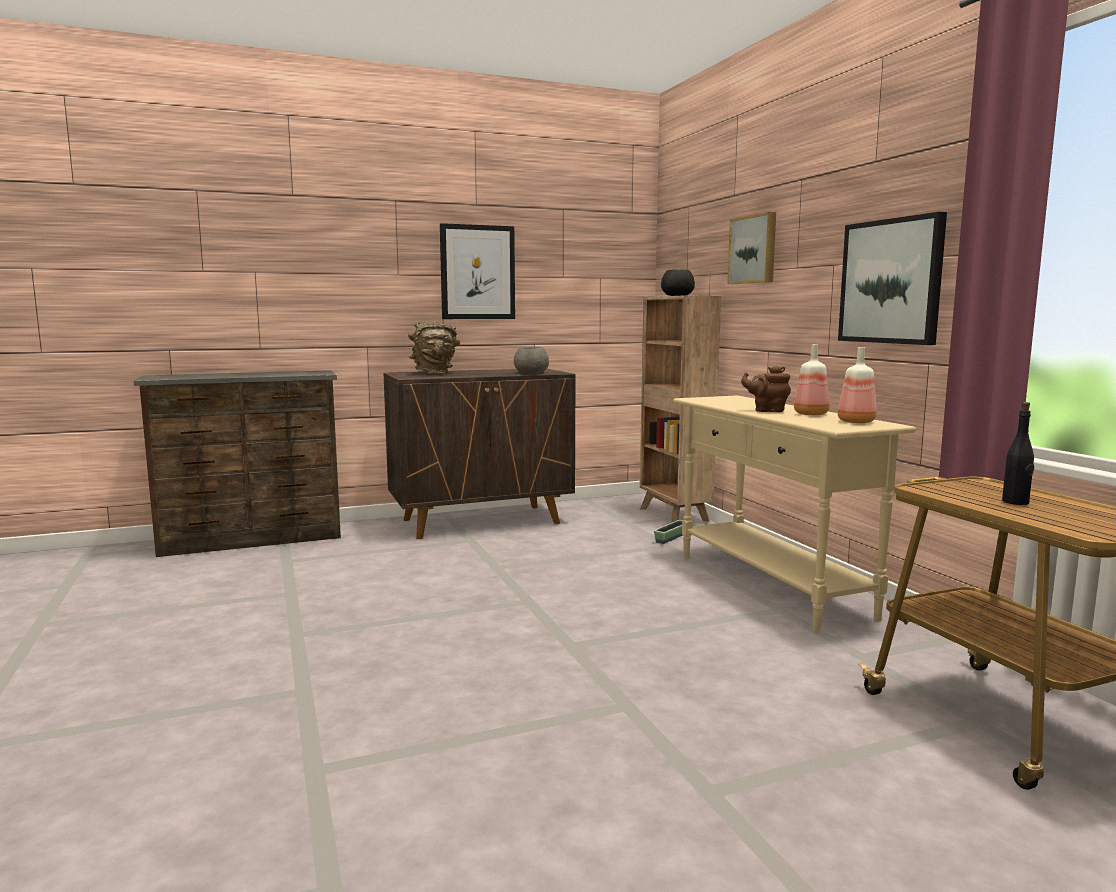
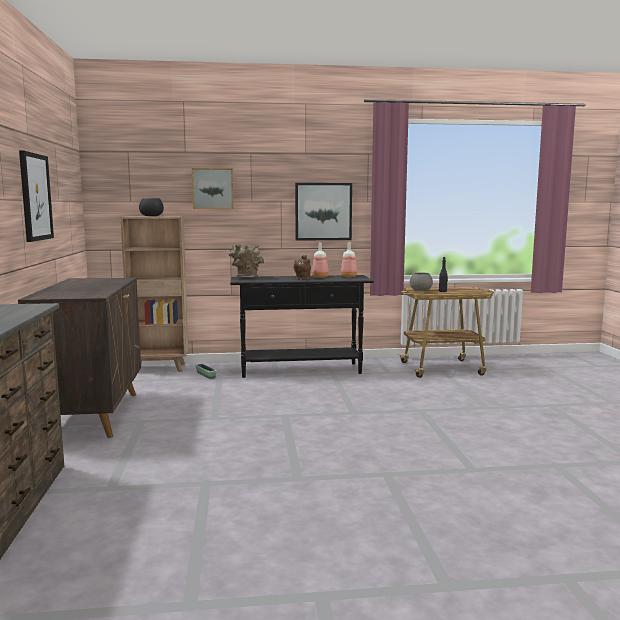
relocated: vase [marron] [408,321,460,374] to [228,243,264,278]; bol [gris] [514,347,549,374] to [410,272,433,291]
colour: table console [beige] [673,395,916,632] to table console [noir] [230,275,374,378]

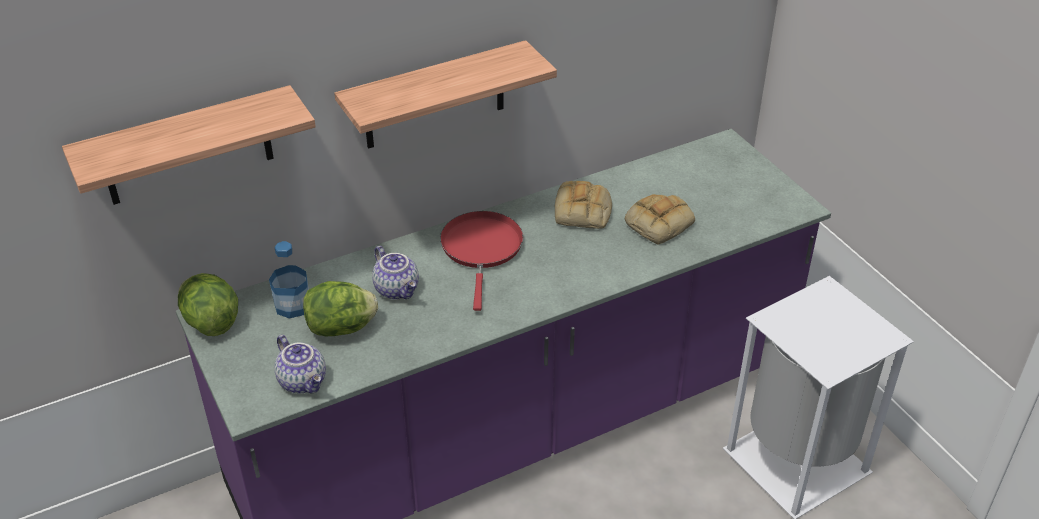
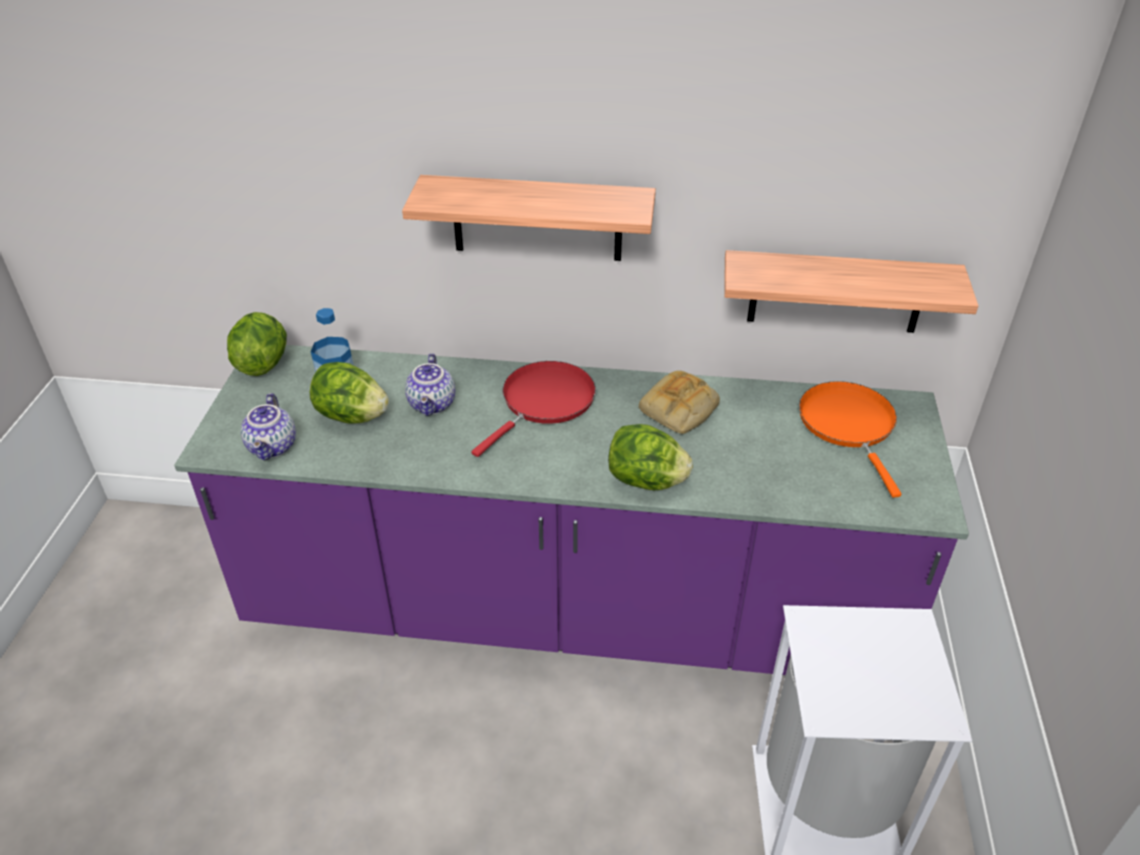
missing: pain [625,194,695,245]
appeared: laitue [608,424,693,490]; poêle [orange] [799,381,901,498]
relocated: étagère [62,85,316,205] to [724,250,978,333]

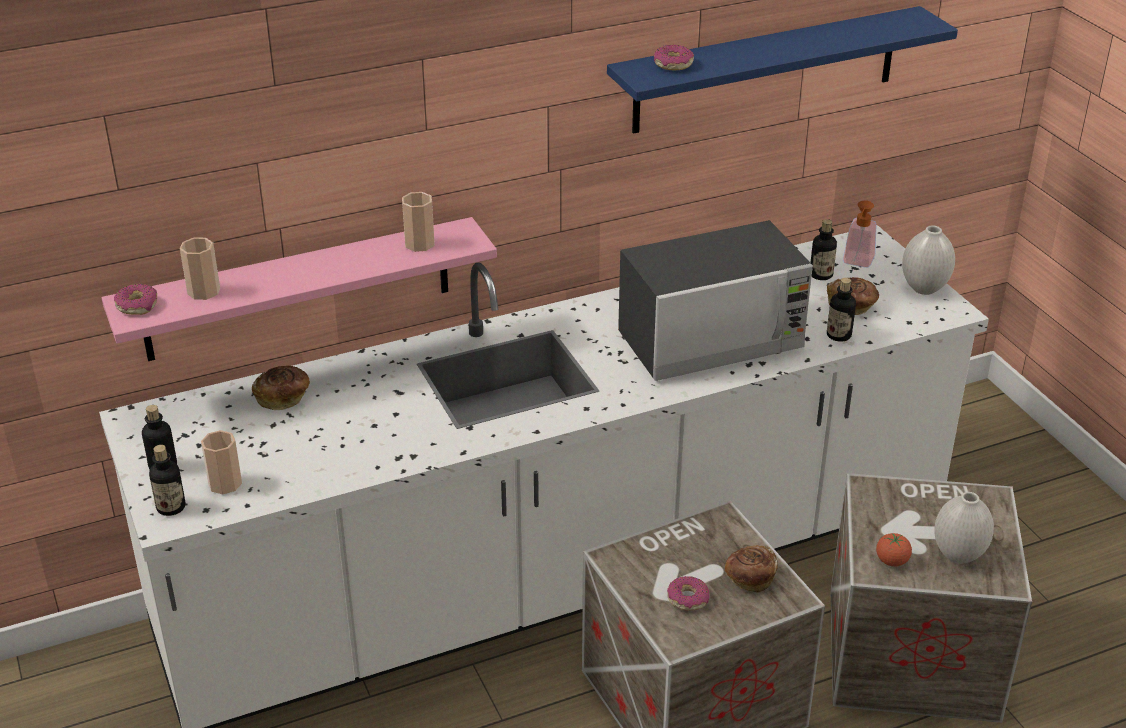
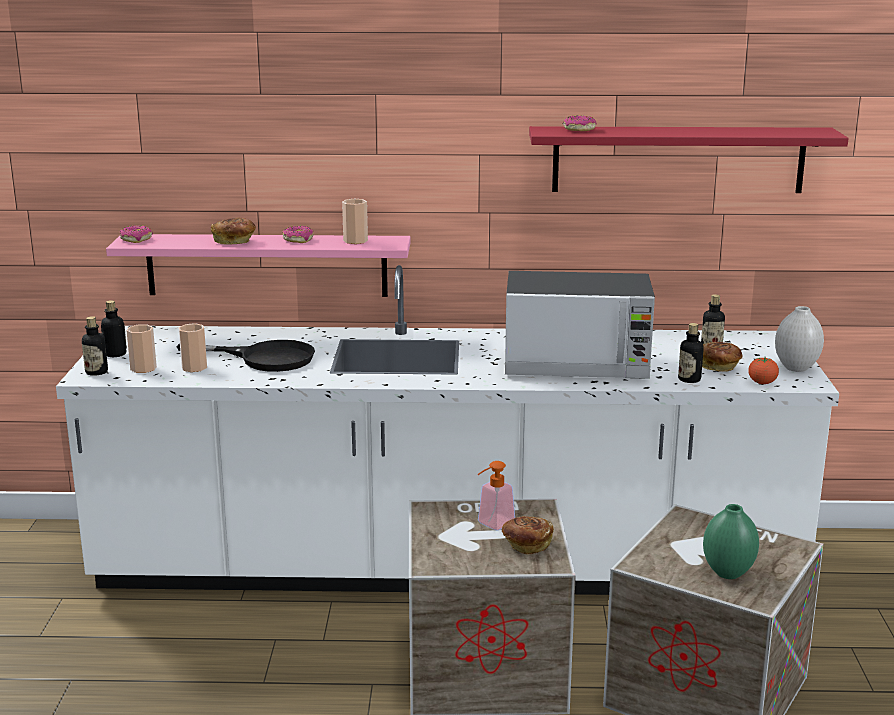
appeared: poêle [noir] [176,340,315,372]
relocated: tasse [180,237,220,300] to [178,323,207,372]; pain [252,366,310,410] to [211,218,256,245]; beignet [667,576,710,611] to [282,226,314,243]; distributeur de savon [843,200,876,268] to [477,461,515,530]; tomate [876,533,912,567] to [748,357,779,384]
colour: étagère [bleu] [607,6,958,134] to étagère [rouge] [529,126,848,193]; vase [blanc] [934,492,994,564] to vase [vert] [703,504,759,579]

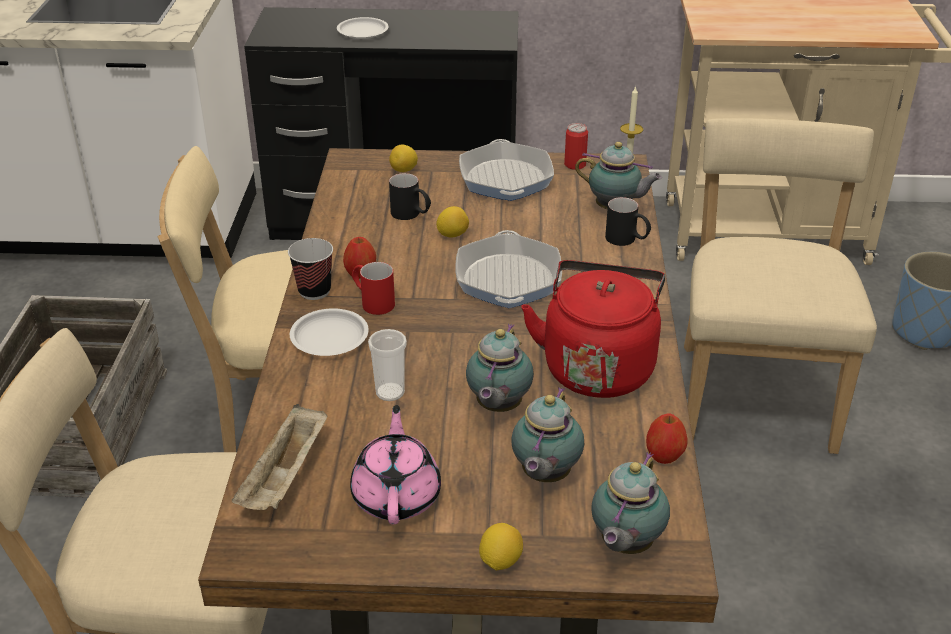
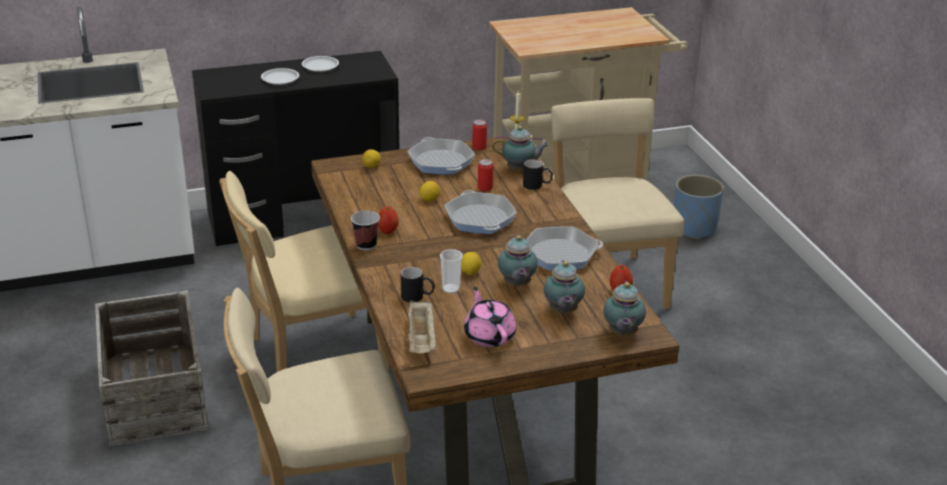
missing: mug [rouge] [352,262,395,315]
appeared: boîte métallique [478,159,494,191]
relocated: assiette [blanc] [290,308,369,356] to [302,56,339,72]; mug [noir] [389,173,431,220] to [401,267,435,302]; citron [479,523,523,570] to [461,252,482,275]
exchanged: bouilloire [rouge] [521,260,665,398] to poêle [526,226,603,271]

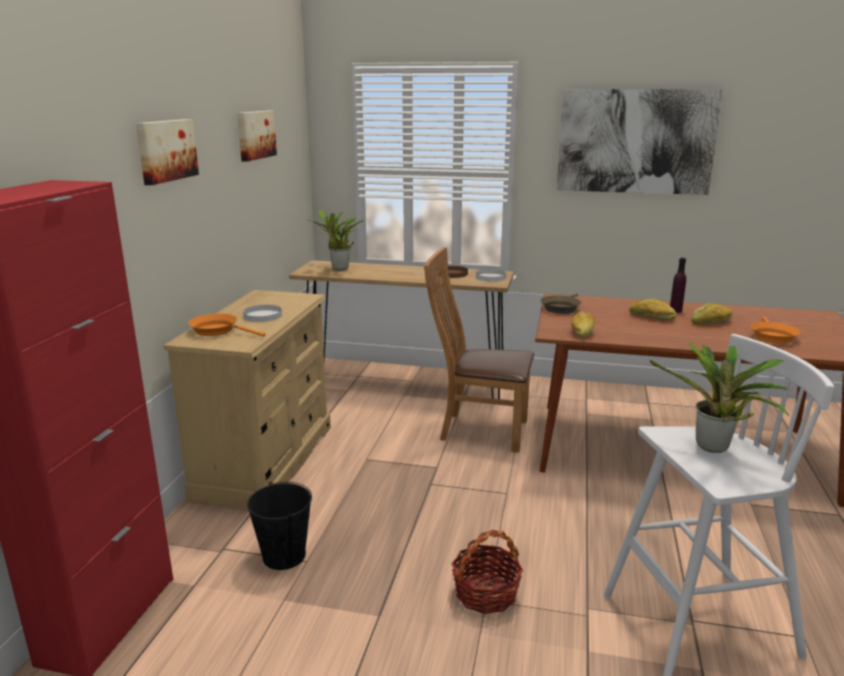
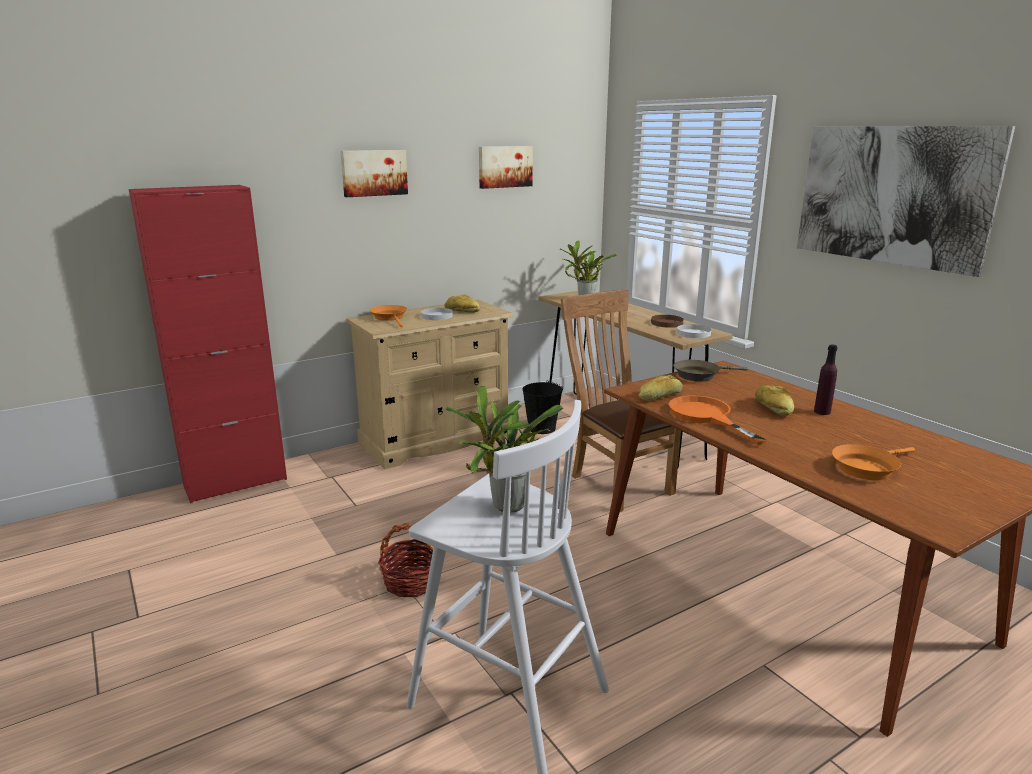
appeared: poêle [orange] [669,396,767,445]
relocated: seau [noir] [247,482,312,570] to [522,380,563,434]; pain [691,303,733,325] to [444,295,480,313]

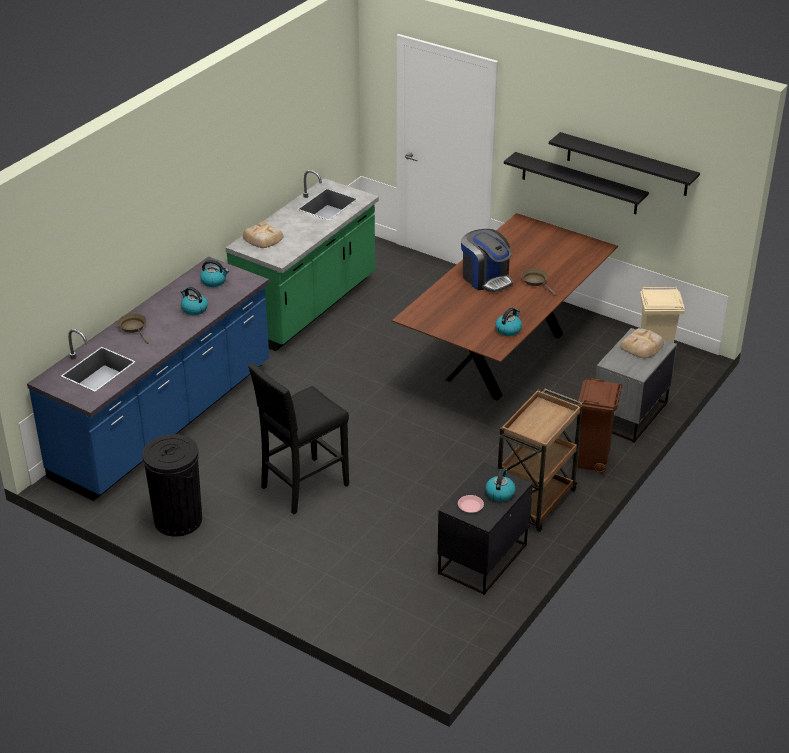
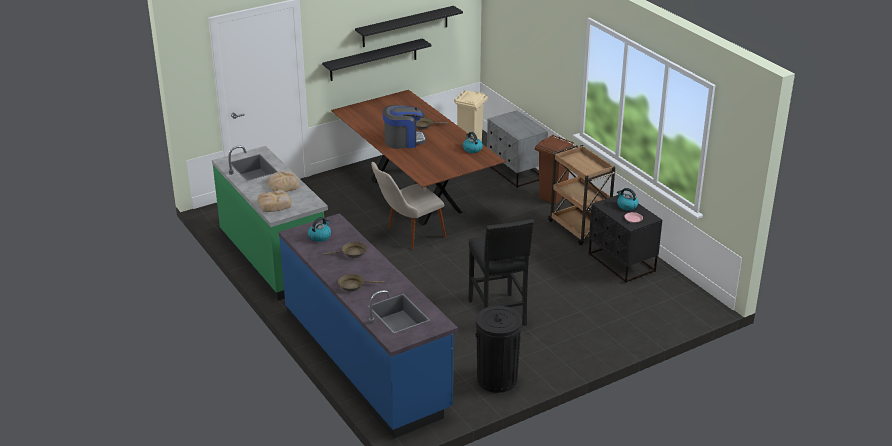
appeared: chaise [beige] [371,162,446,249]
relocated: pain [620,328,664,359] to [268,171,300,192]
exchanged: bouilloire [181,287,208,315] to poêle [marron] [323,242,367,258]

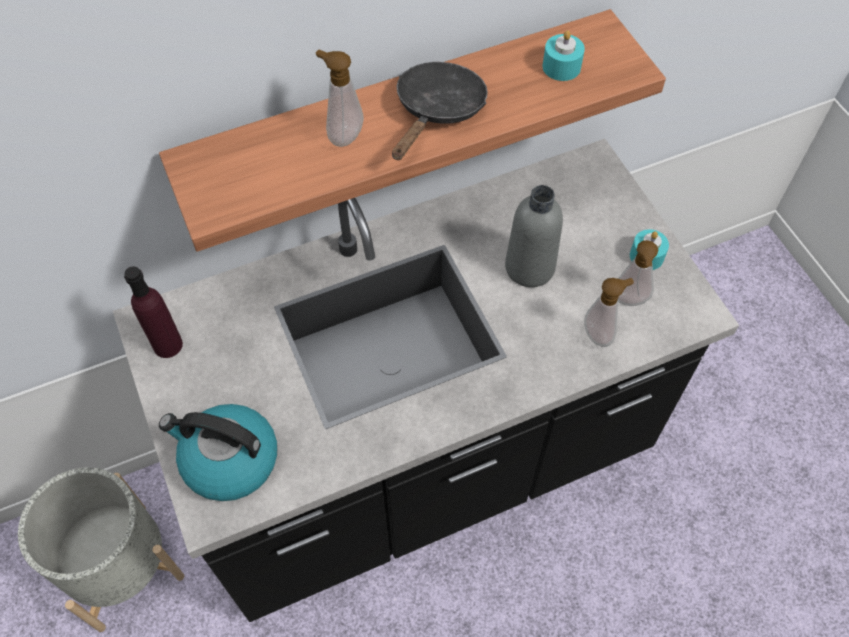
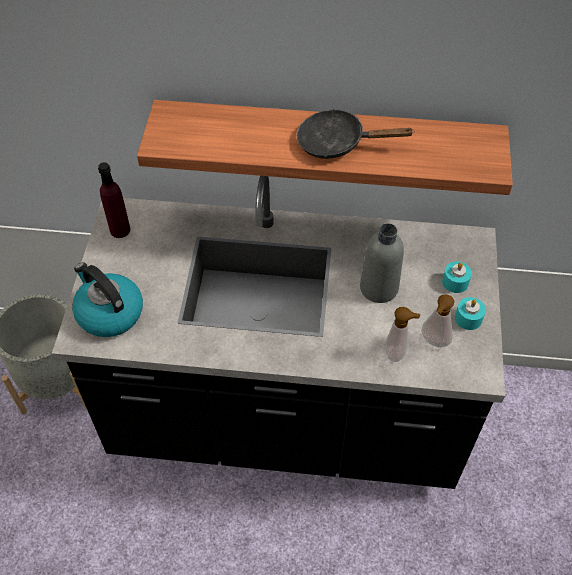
missing: distributeur de savon [316,49,364,147]
relocated: bougie [turquoise] [542,30,585,81] to [442,261,472,293]
spun: poêle [noir] [392,62,488,160] = [296,109,415,159] 135 degrees counterclockwise

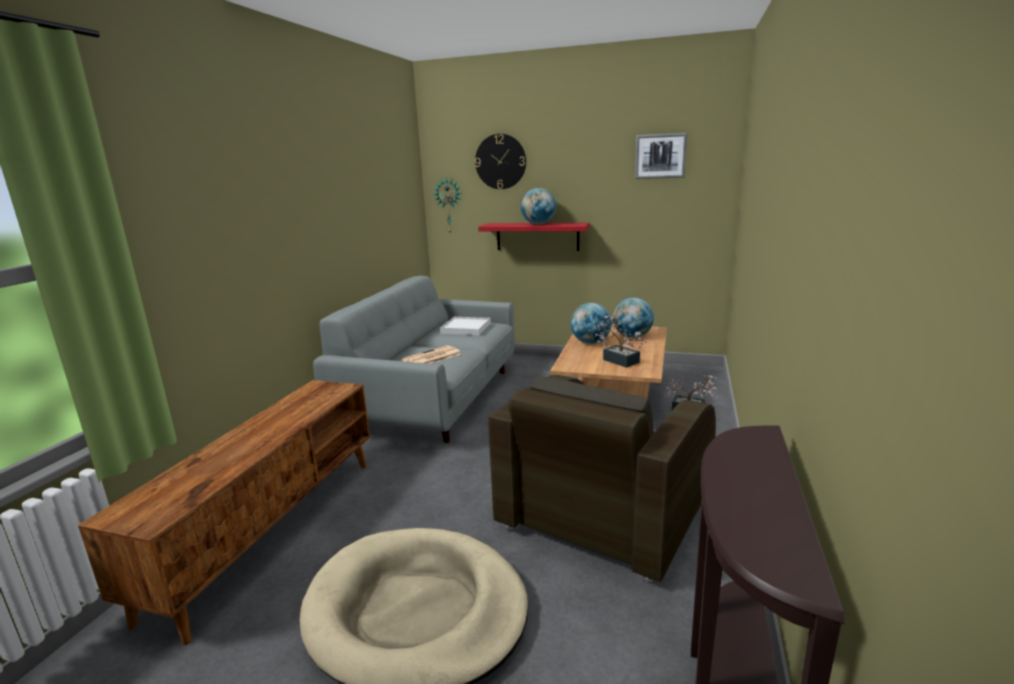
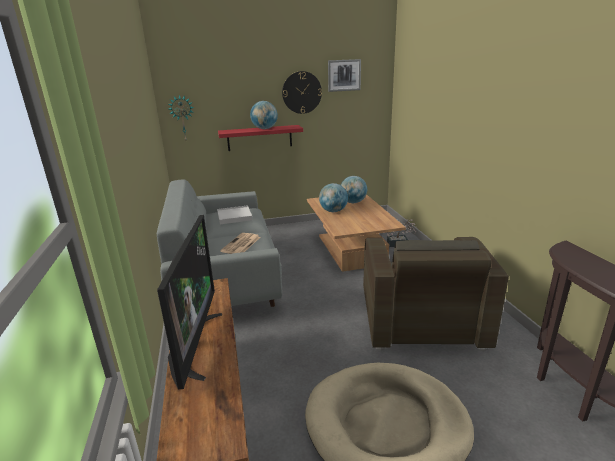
missing: plante en pot [594,315,647,368]
appeared: téléviseur [157,215,222,389]
relocated: horloge murale [475,134,526,189] to [282,71,322,114]

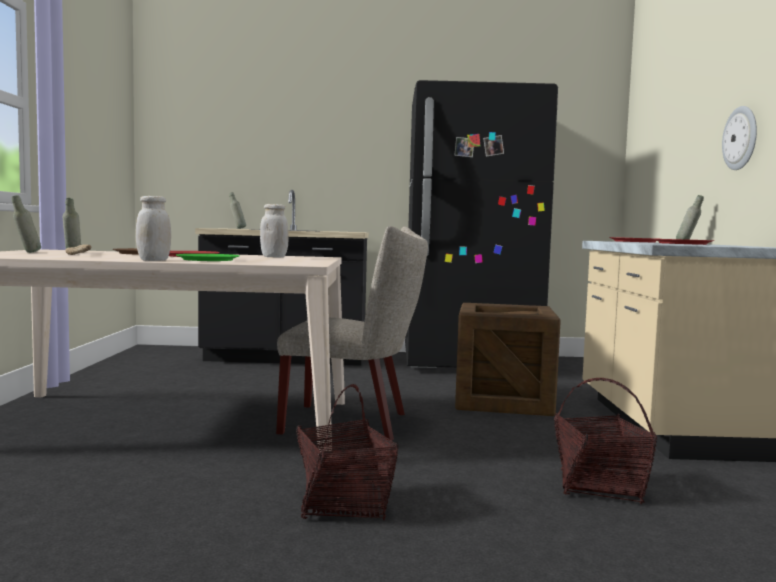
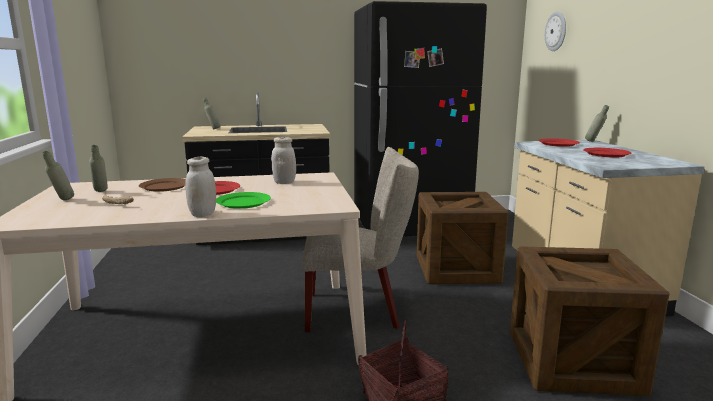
relocated: horloge murale [722,106,757,170] to [545,12,566,51]
exchanged: panier [554,378,657,504] to caisse [510,246,670,396]

